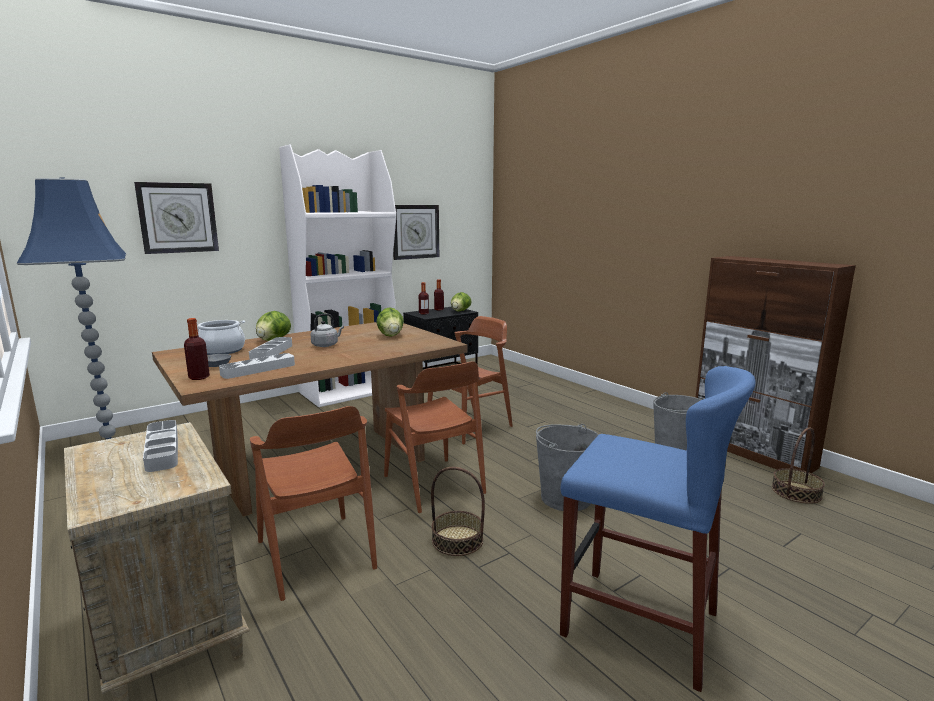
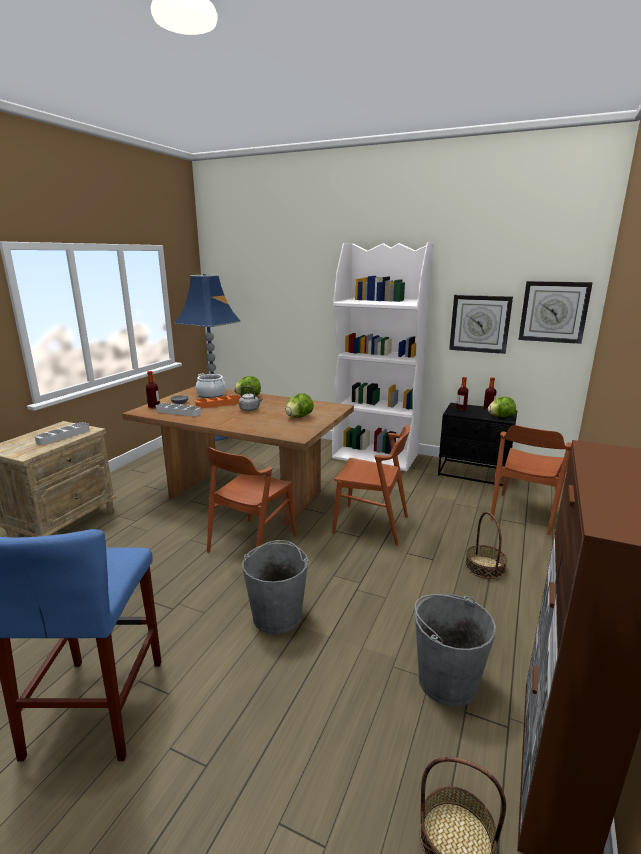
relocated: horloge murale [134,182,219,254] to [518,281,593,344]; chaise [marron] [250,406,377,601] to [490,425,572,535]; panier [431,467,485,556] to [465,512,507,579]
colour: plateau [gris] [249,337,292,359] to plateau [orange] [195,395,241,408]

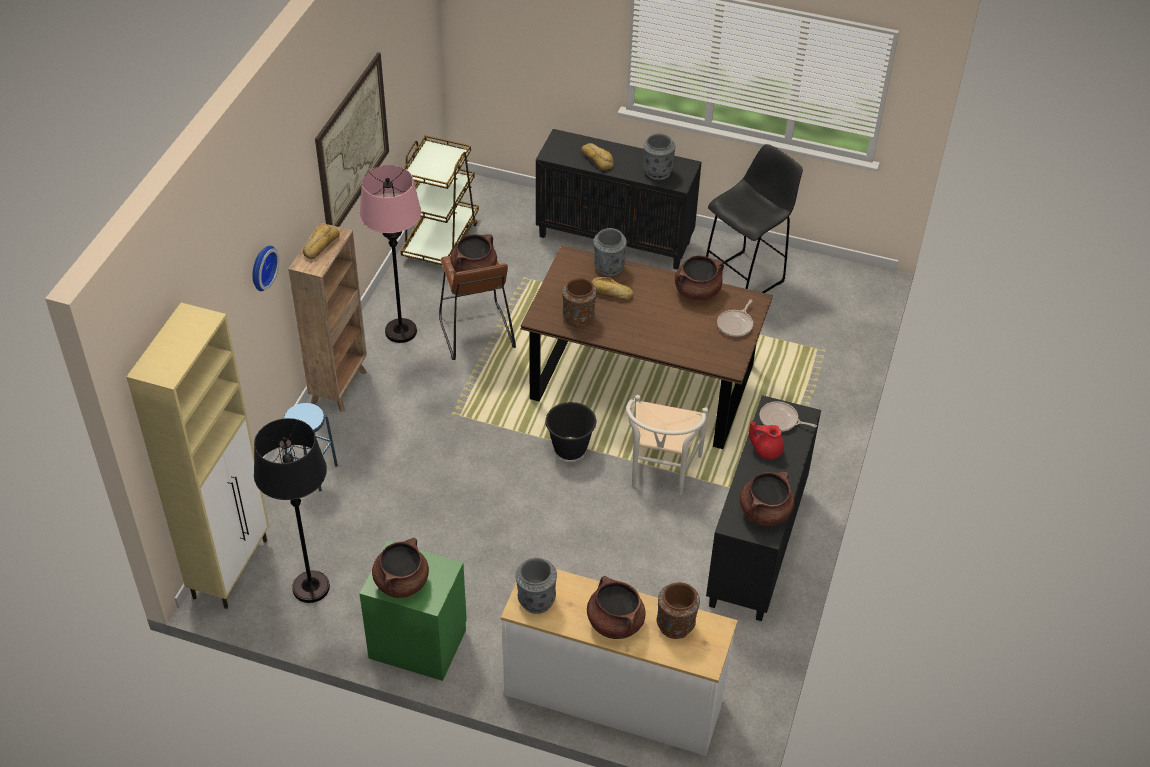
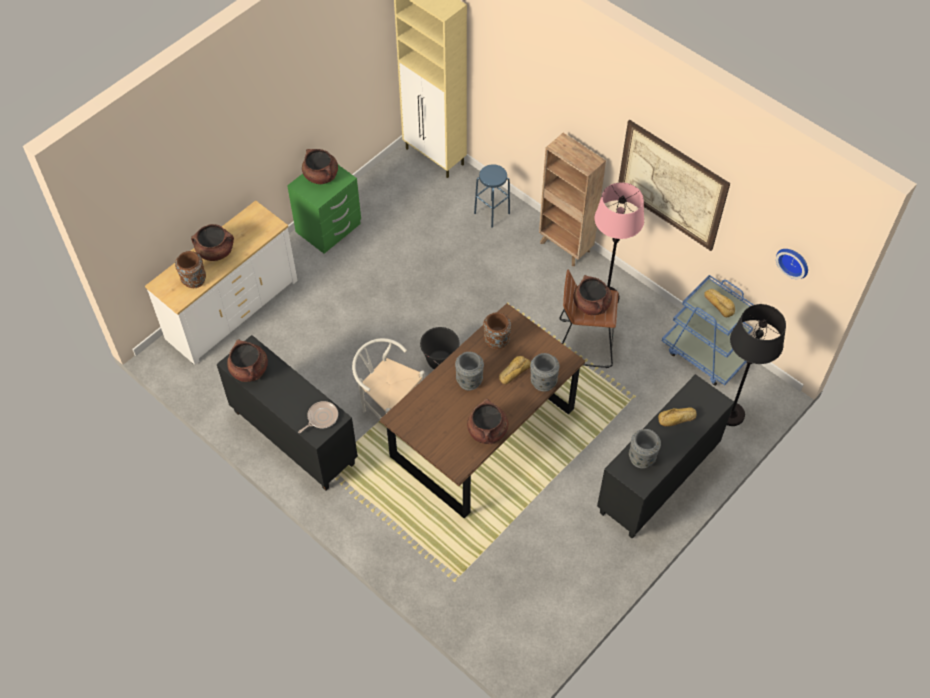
missing: tabouret [noir] [706,144,803,293]; poêle [717,299,753,337]; théière [rouge] [749,420,784,459]
relocated: horloge murale [252,245,279,291] to [776,249,808,279]; lampadaire [noir] [254,418,330,603] to [727,304,786,426]; pain [303,224,340,259] to [704,289,735,317]; vase [gris] [516,558,557,614] to [455,352,484,390]
colour: chariot [marron] [401,135,479,266] to chariot [bleu] [662,275,754,386]

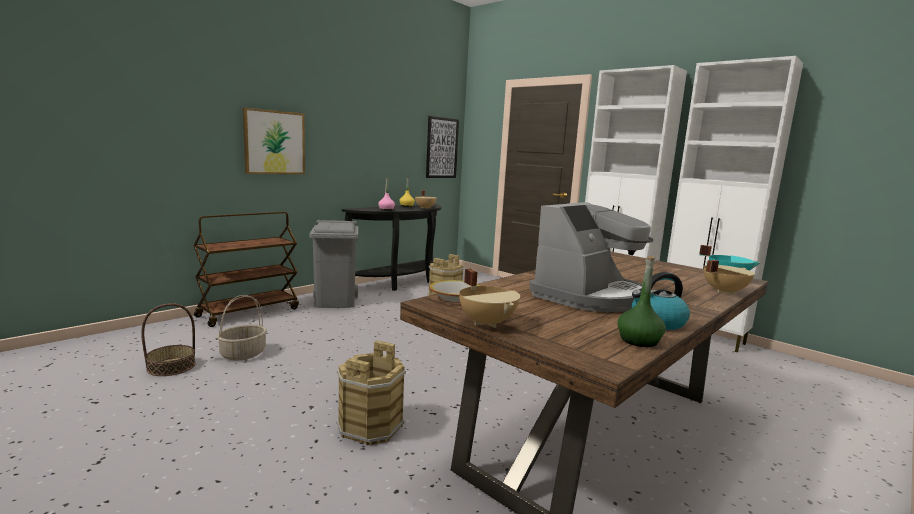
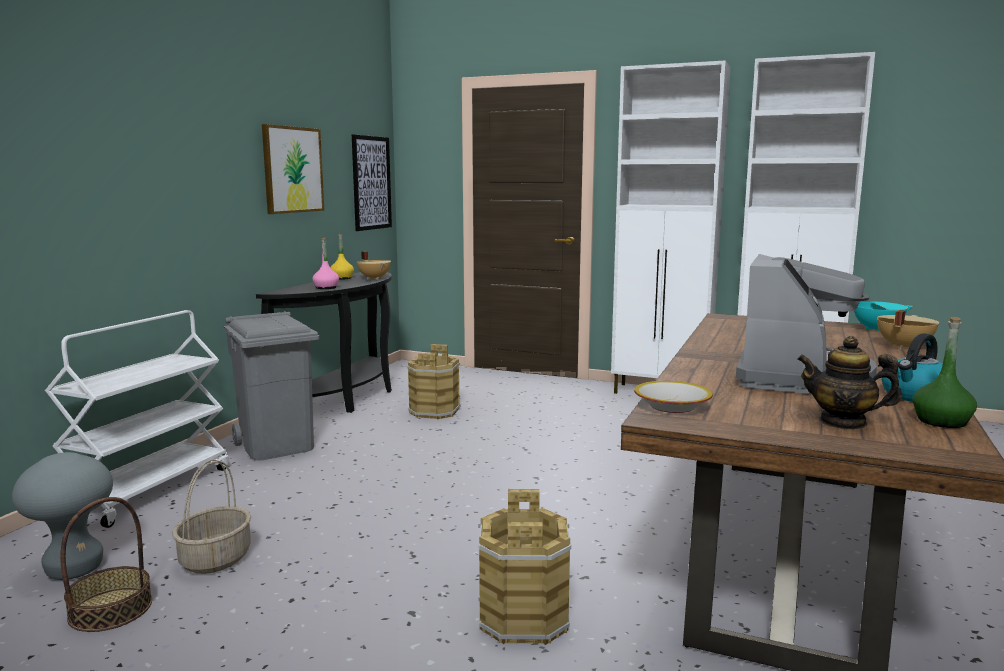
missing: marmite [beige] [459,269,520,328]
appeared: tabouret [gris] [12,452,113,580]; théière [797,336,902,430]
relocated: tableau [243,107,305,174] to [262,124,324,214]
colour: chariot [marron] [193,212,299,327] to chariot [blanc] [45,310,229,528]

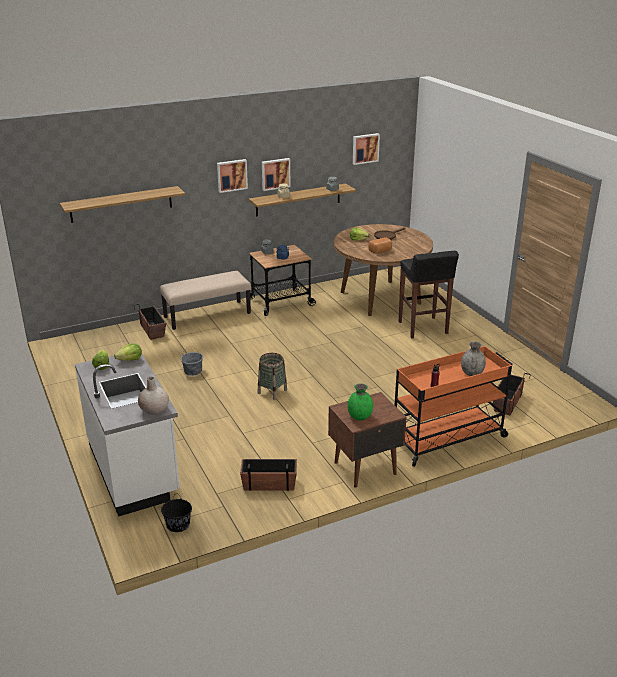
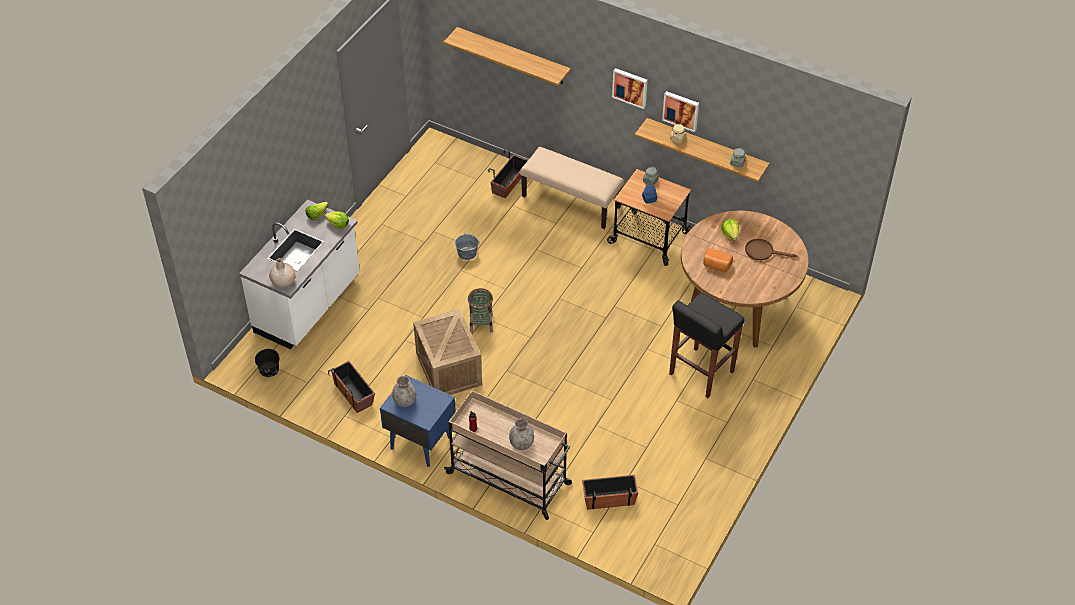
missing: tableau [353,133,380,165]
appeared: caisse [413,309,482,395]
colour: table de chevet [marron] [328,392,407,488] to table de chevet [bleu] [380,375,456,467]; vase [vert] [347,383,373,420] to vase [gris] [392,376,416,407]; chariot [orange] [395,346,513,467] to chariot [beige] [444,390,572,520]

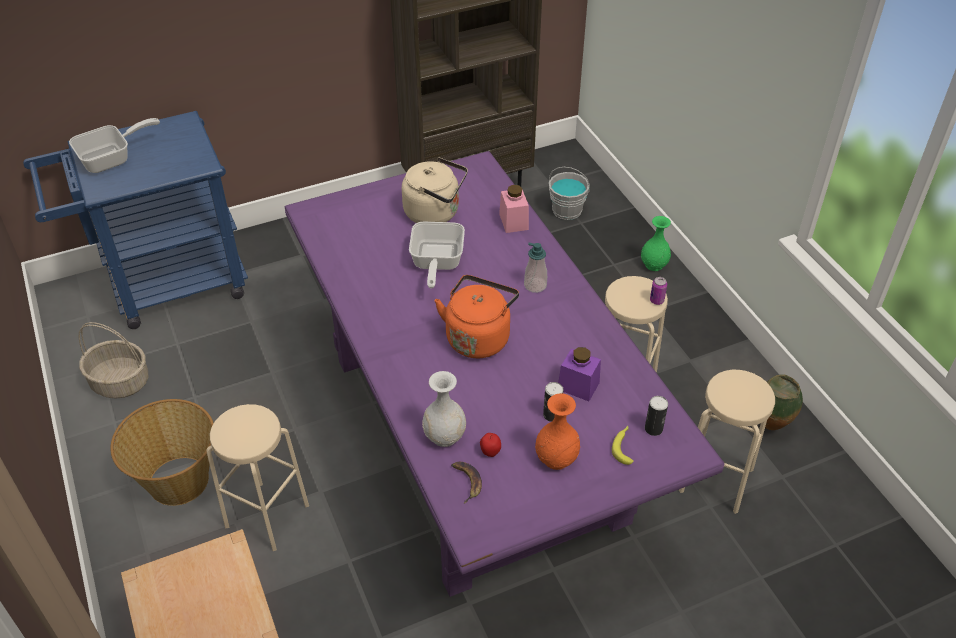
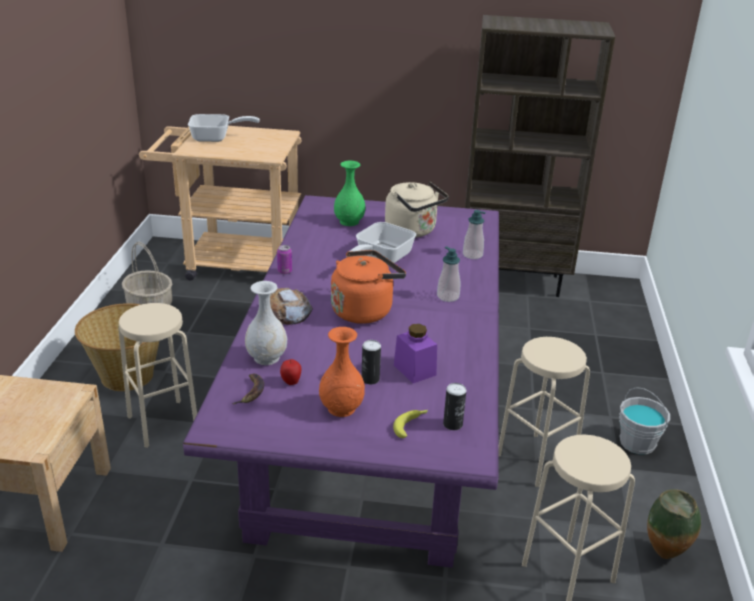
appeared: pain [270,288,313,325]
relocated: seau [gris] [549,167,590,220] to [619,387,670,454]; vase [vert] [641,216,671,271] to [334,161,365,226]; boîte métallique [650,277,667,305] to [277,245,292,274]
exchanged: bocal [rose] [499,185,529,233] to distributeur de savon [463,210,486,259]
colour: chariot [bleu] [23,111,248,329] to chariot [beige] [139,126,301,281]

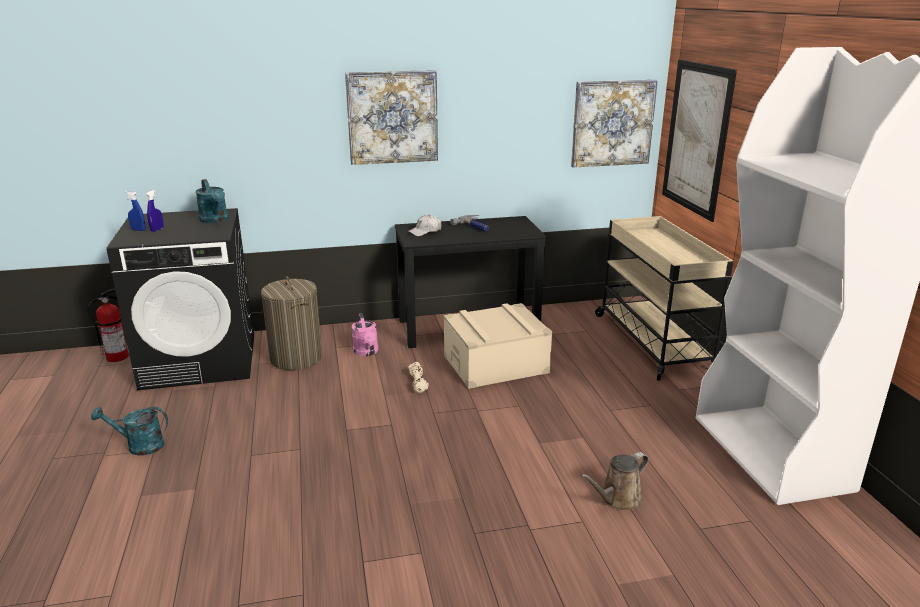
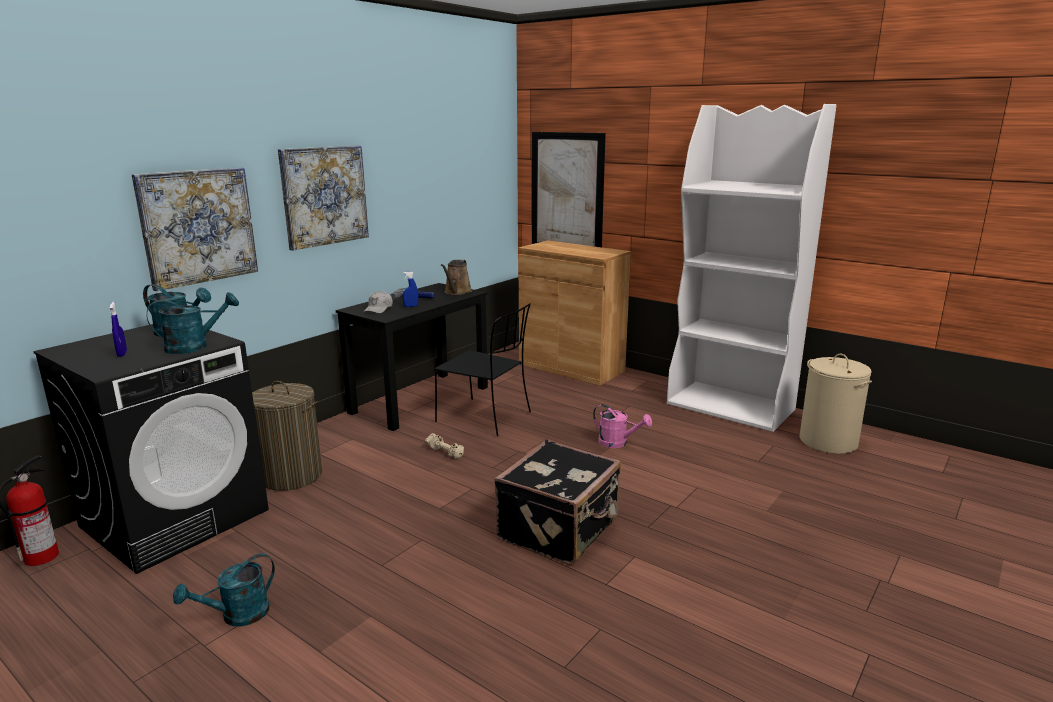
appeared: arrosoir [turquoise] [147,292,239,354]; valise [noir] [494,440,621,564]; panier à linge [beige] [799,354,872,454]
relocated: vaporisateur [bleu] [125,191,146,231] to [403,271,418,307]; arrosoir [rose] [352,313,378,356] to [593,404,652,448]; tableau [571,80,658,167] to [132,167,258,291]; arrosoir [marron] [580,452,648,510] to [441,260,472,295]
exchanged: boîte de rangement [beige] [443,303,553,389] to chaise [noir] [434,303,531,436]; chariot [beige] [595,216,733,381] to meuble de rangement [marron] [518,240,631,386]

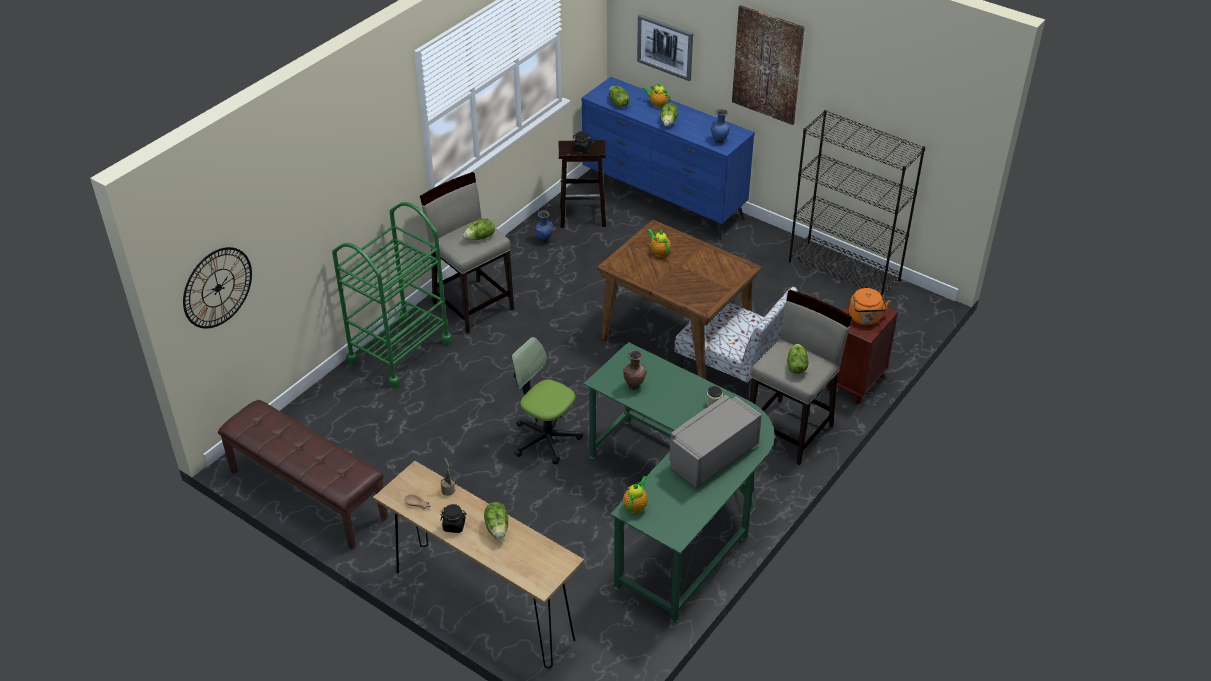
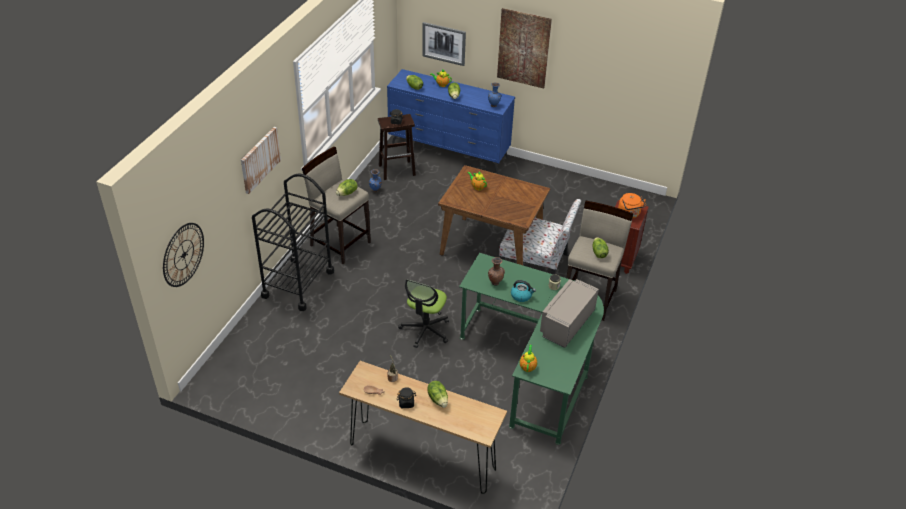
missing: banc [marron] [218,400,388,549]; bibliothèque [noir] [789,110,925,299]
appeared: tableau [241,127,281,194]; bouilloire [511,280,536,302]
colour: chariot [vert] [332,202,452,388] to chariot [noir] [252,173,334,311]
spun: chaise de bureau [512,337,583,465] = [398,280,449,348] 90 degrees counterclockwise

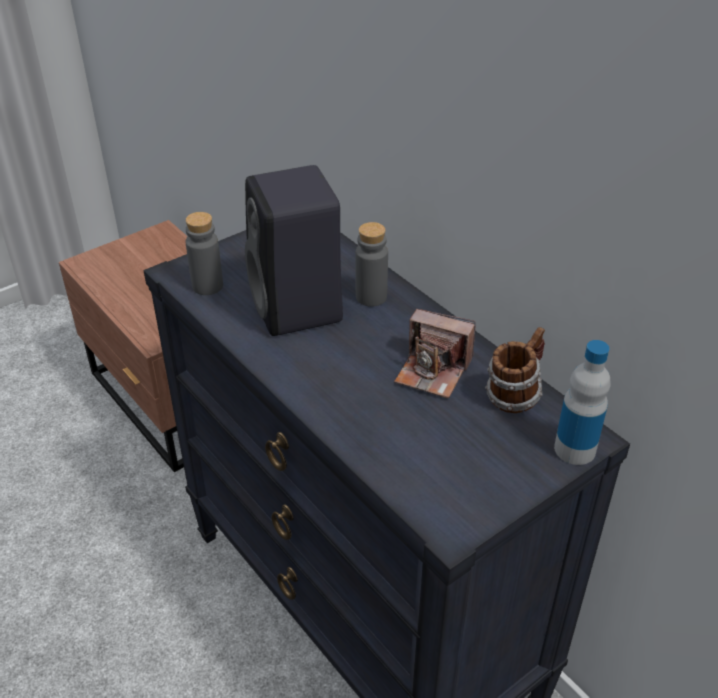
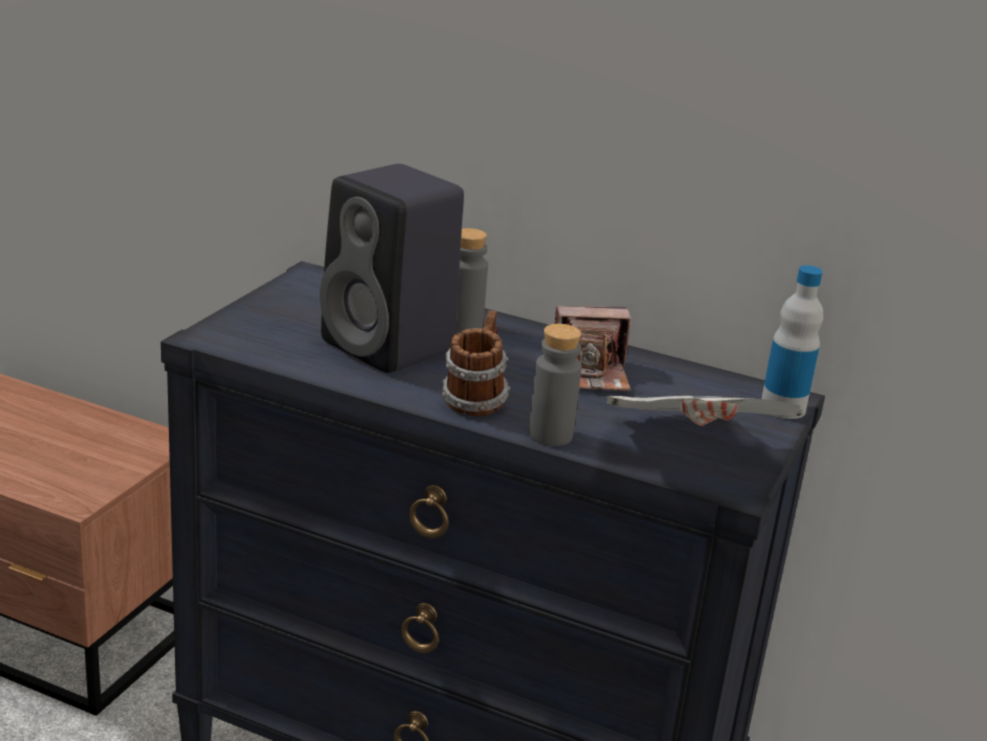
appeared: journal [607,396,803,426]
relocated: bouteille [gris] [185,212,223,295] to [529,324,582,446]; mug [485,327,545,413] to [442,310,510,416]

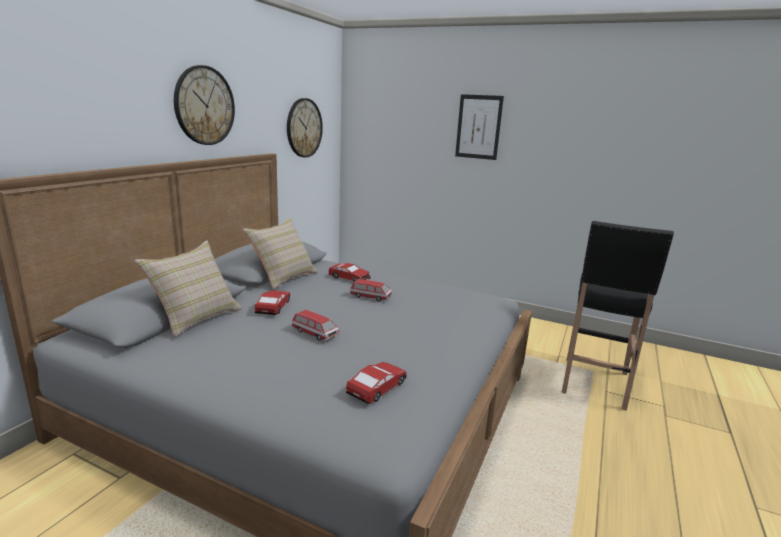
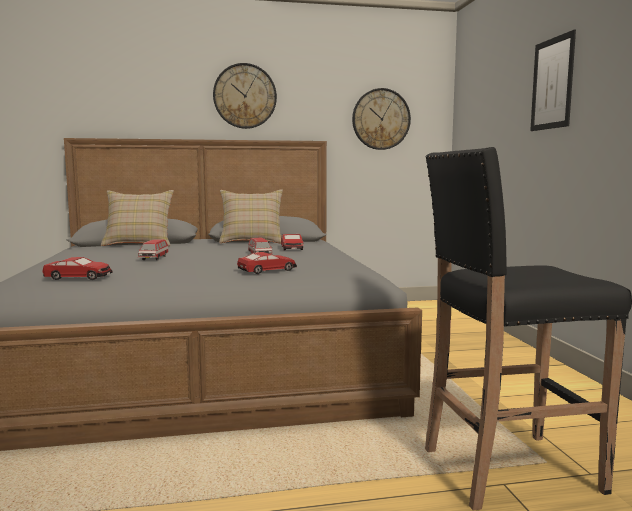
relocated: petite voiture [255,290,290,315] to [237,252,297,274]

